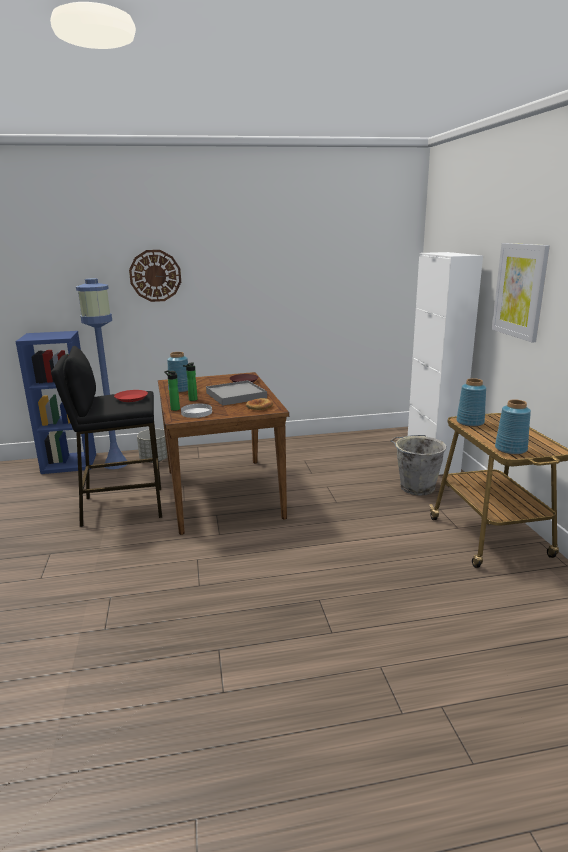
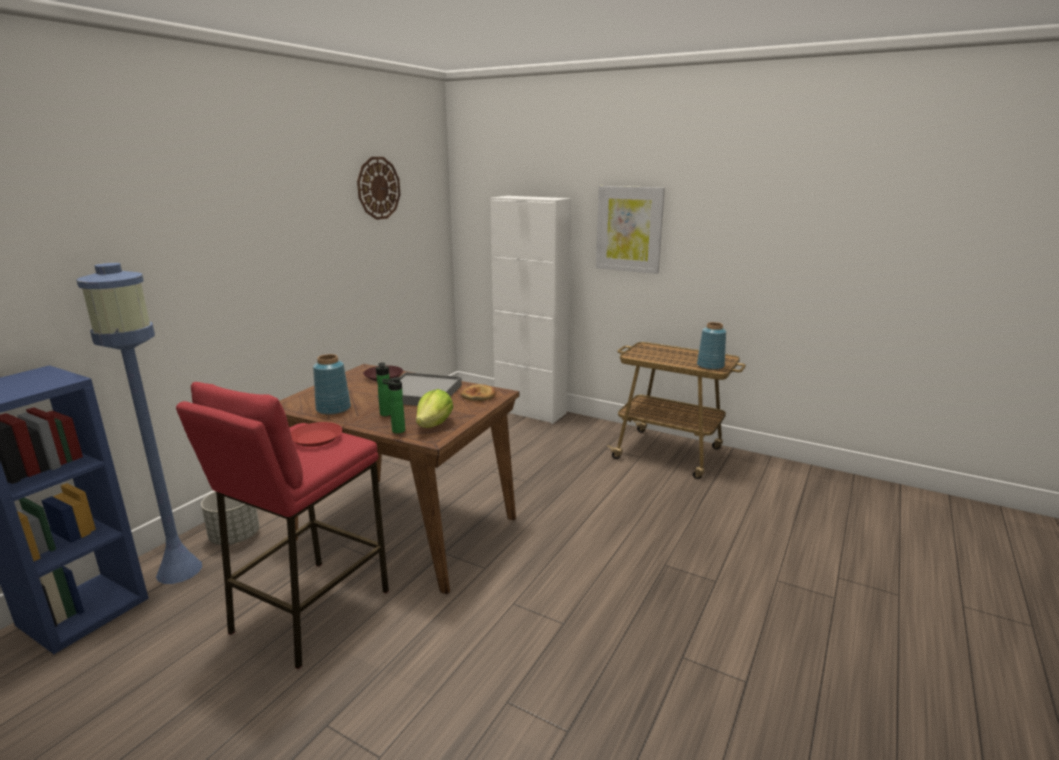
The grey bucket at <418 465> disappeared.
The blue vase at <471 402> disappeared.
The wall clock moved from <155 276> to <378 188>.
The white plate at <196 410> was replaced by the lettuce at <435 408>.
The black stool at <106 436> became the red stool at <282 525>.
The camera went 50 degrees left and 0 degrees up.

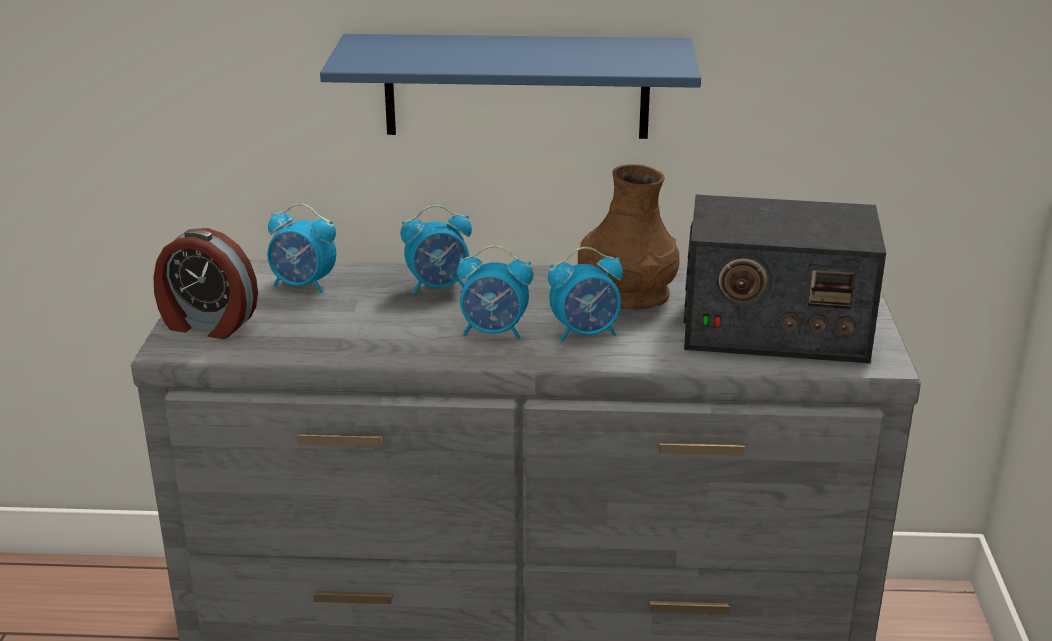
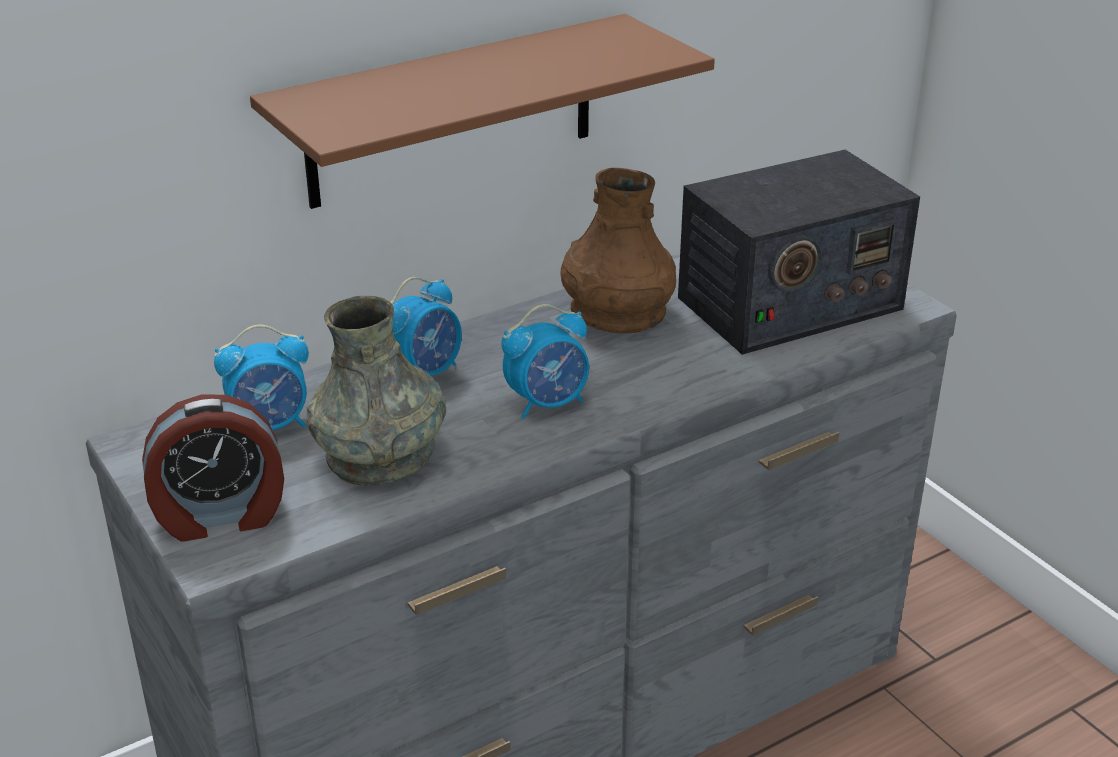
The alarm clock at <585 295> disappeared.
The grey vase at <376 391> appeared.
The blue shelf at <510 86> became the brown shelf at <482 111>.
The camera went 35 degrees left and 5 degrees up.

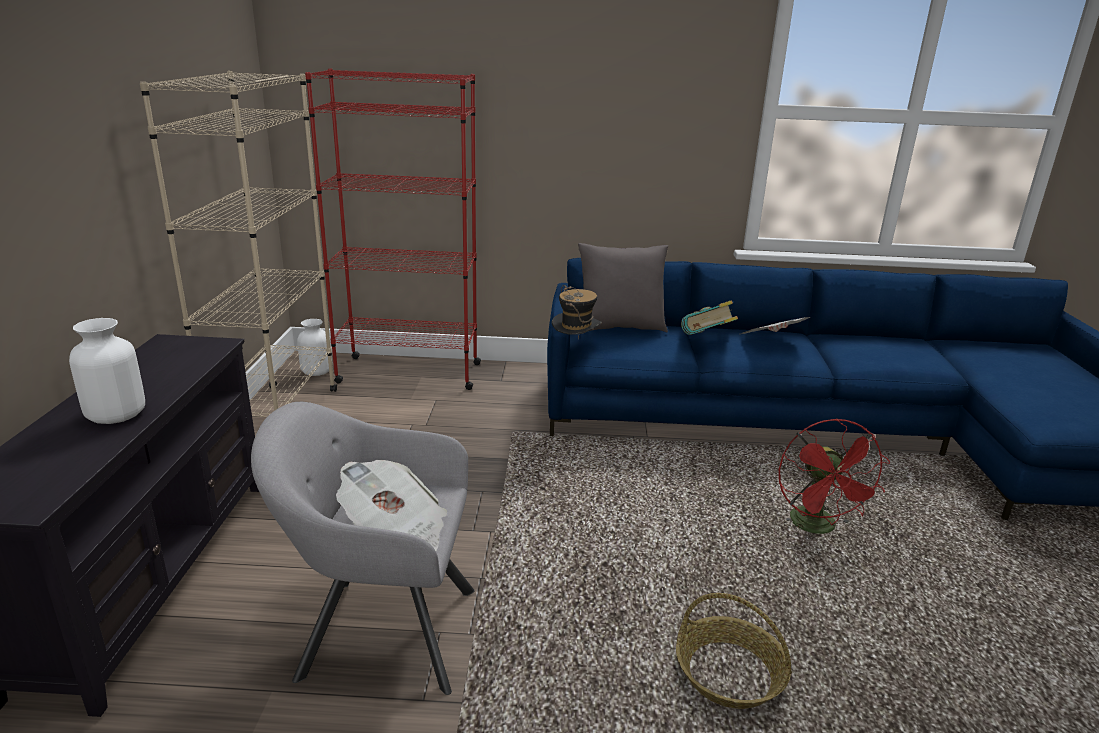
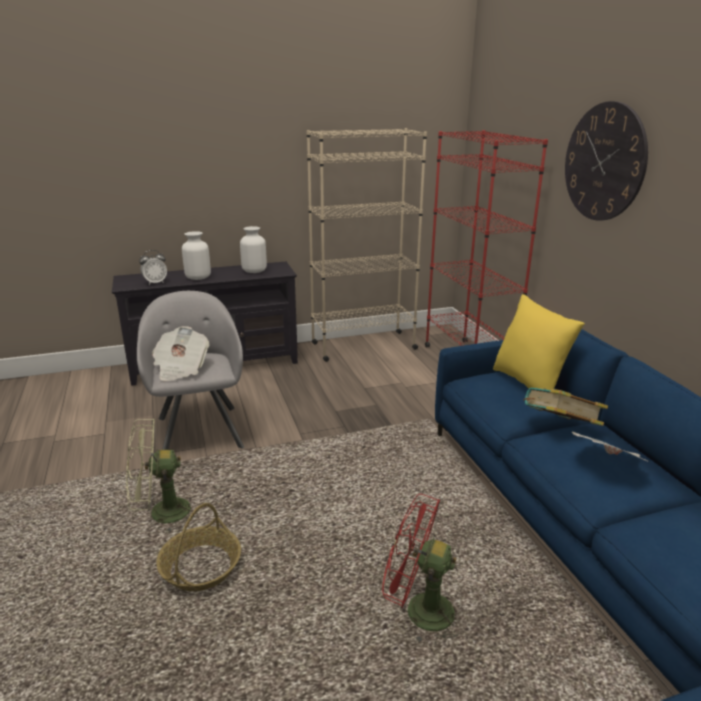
The hat at <577 312> disappeared.
The green fan at <162 475> appeared.
The alarm clock at <153 267> appeared.
The wall clock at <606 161> appeared.
The white vase moved from <314 347> to <253 249>.
The grey pillow at <623 287> became the yellow pillow at <539 342>.
The red fan at <834 476> turned 45 degrees clockwise.
The camera went 70 degrees right and 0 degrees up.

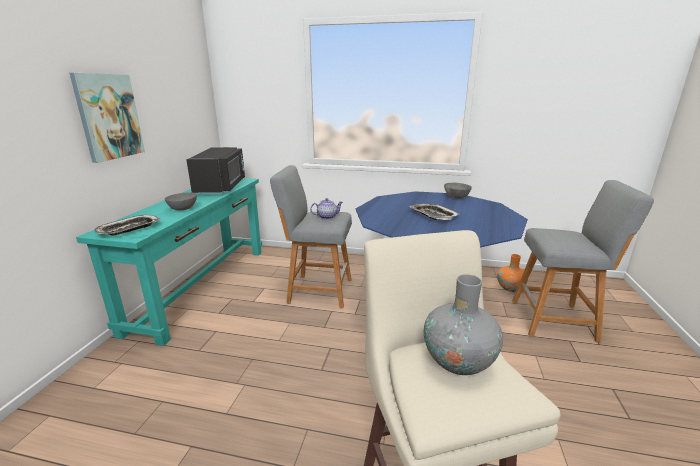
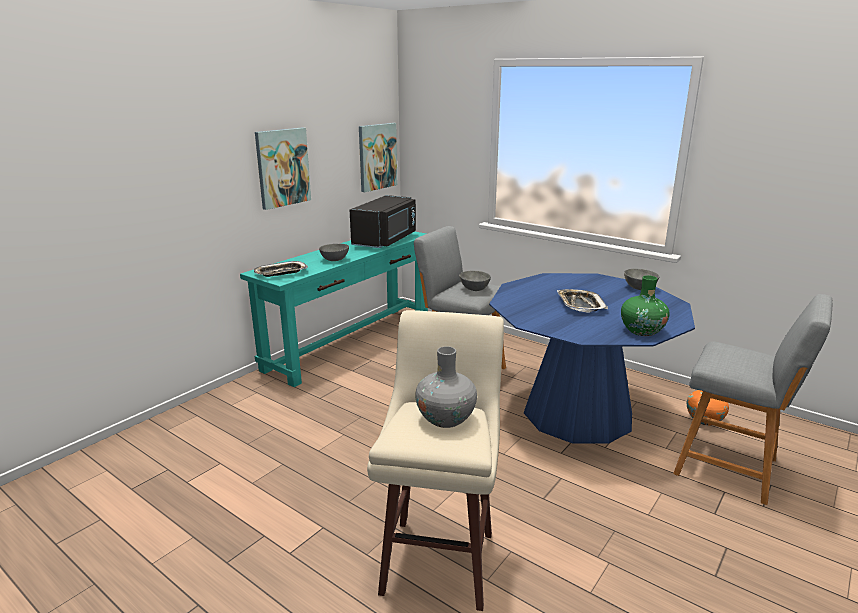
The picture at <378 157> appeared.
The green vase at <645 305> appeared.
The teapot at <326 208> was replaced by the grey bowl at <475 281>.
The camera went 25 degrees right and 0 degrees up.

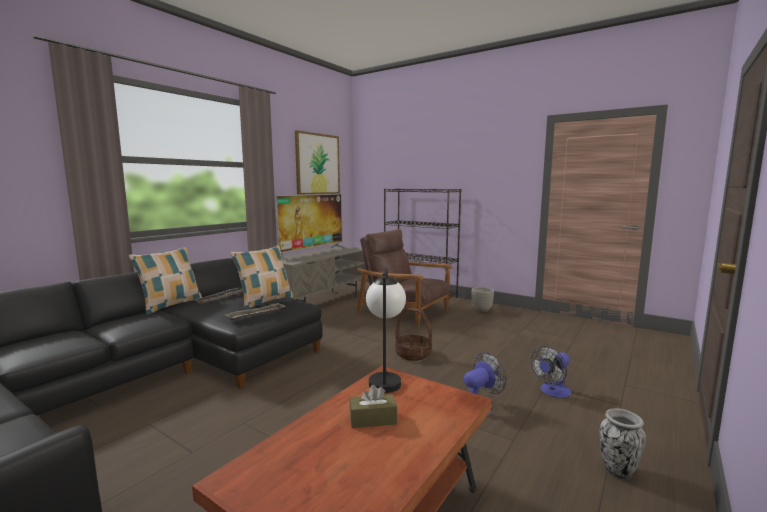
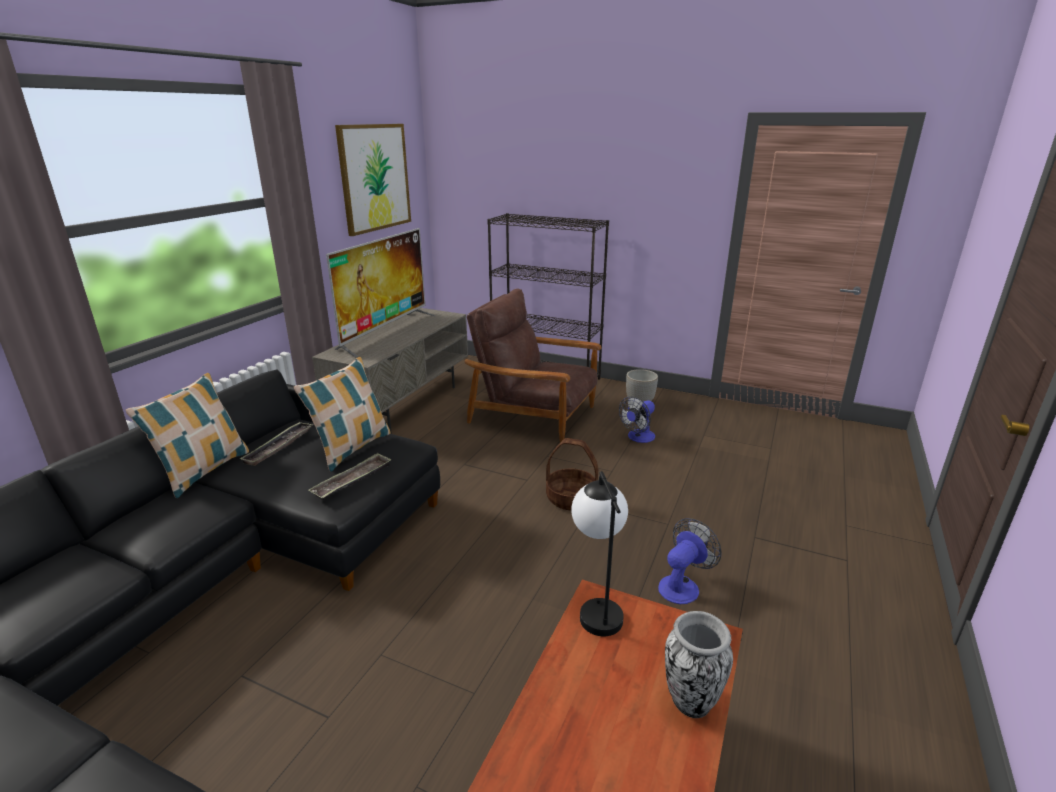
The brown tissue box at <373 406> disappeared.
The fan moved from <551 372> to <637 419>.
The vase moved from <623 444> to <699 664>.
The camera went 10 degrees left and 15 degrees up.

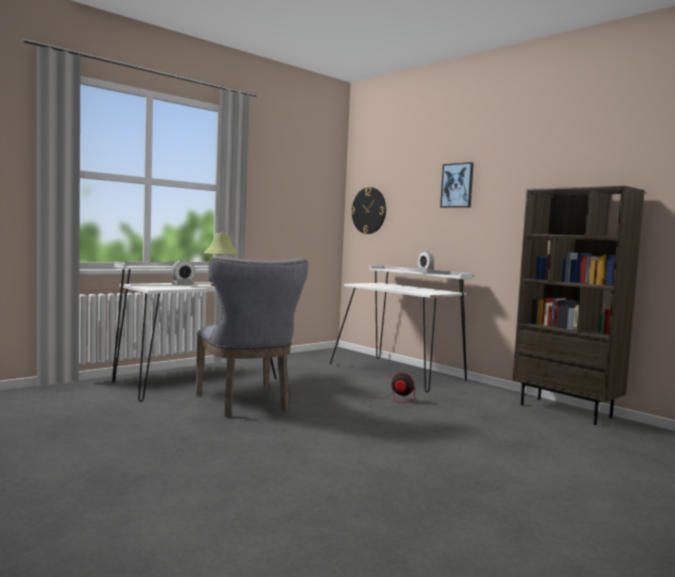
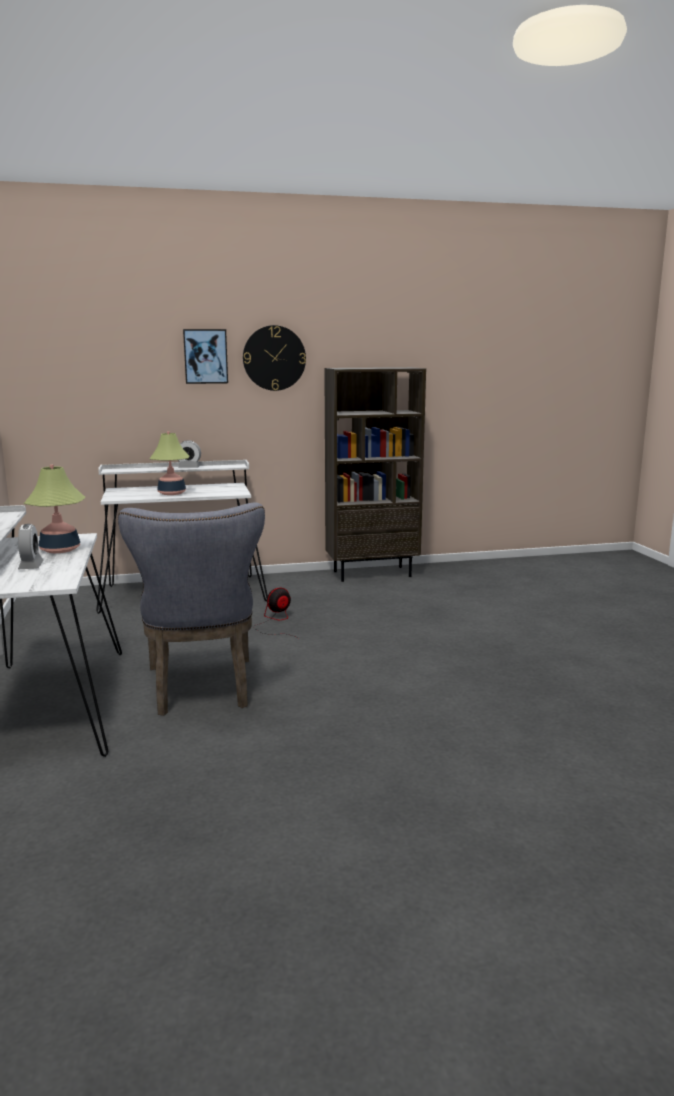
The table lamp at <169 463> appeared.
The wall clock moved from <368 210> to <274 358>.
The grey chair at <252 336> turned 75 degrees clockwise.
The camera went 60 degrees left and 10 degrees up.

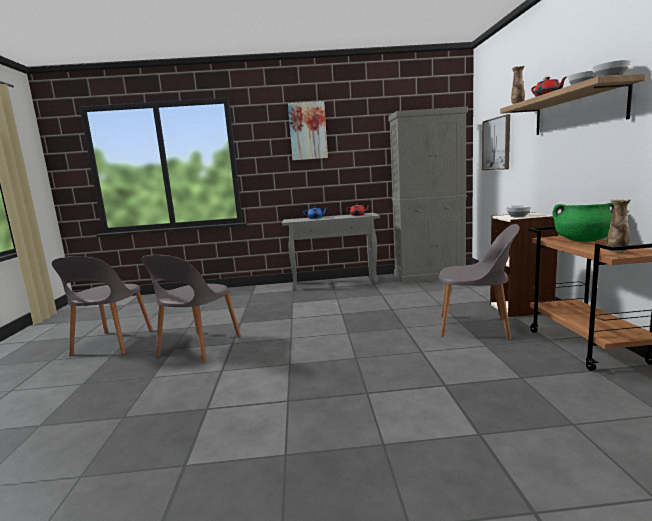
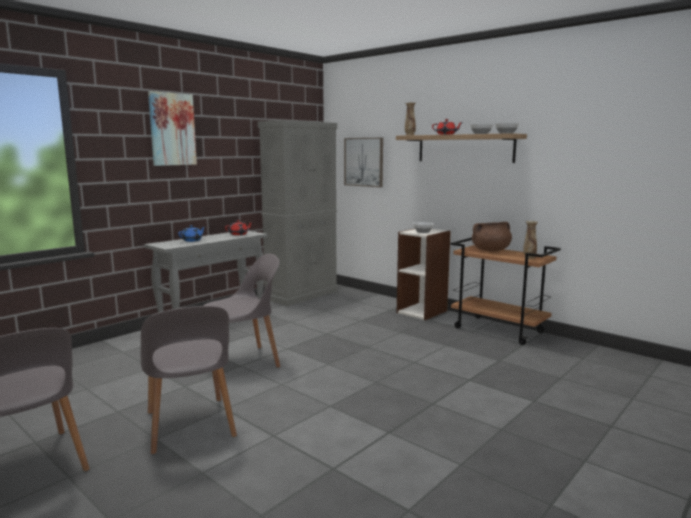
The grey chair moved from <479 282> to <241 311>.
The green cooking pot at <582 222> became the brown cooking pot at <492 236>.
The camera went 45 degrees left and 0 degrees up.

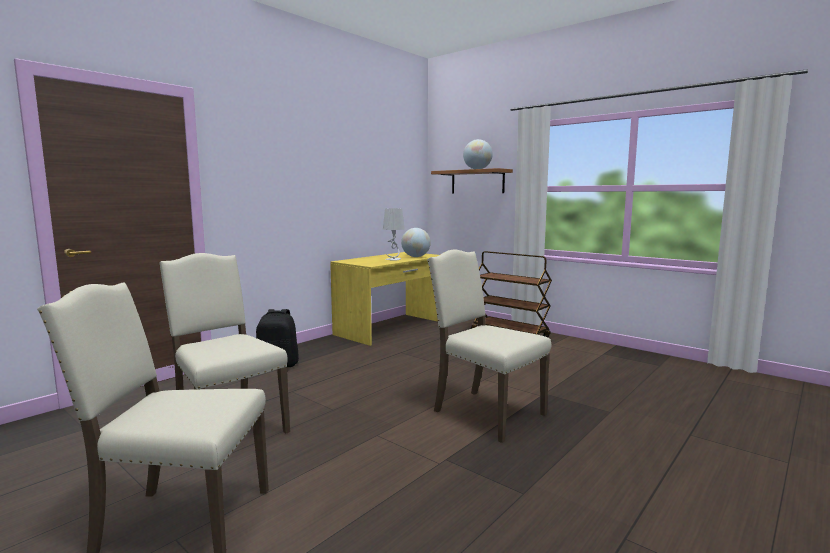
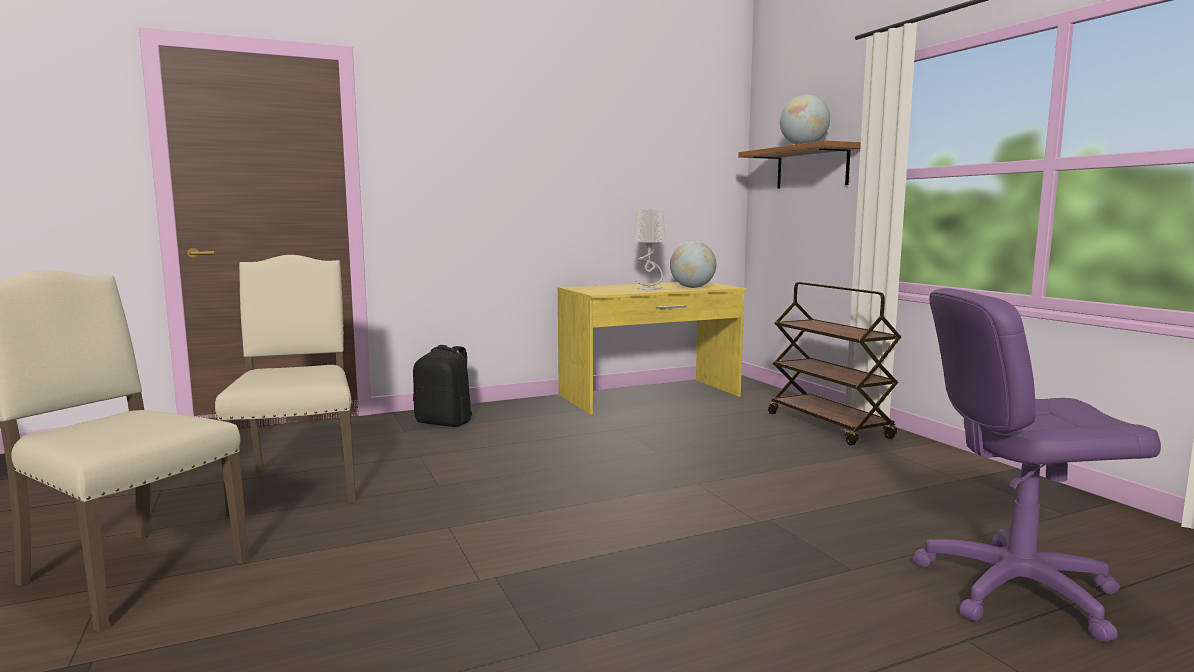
The beige chair at <489 346> disappeared.
The purple office chair at <1037 465> appeared.
The camera went 25 degrees right and 0 degrees up.

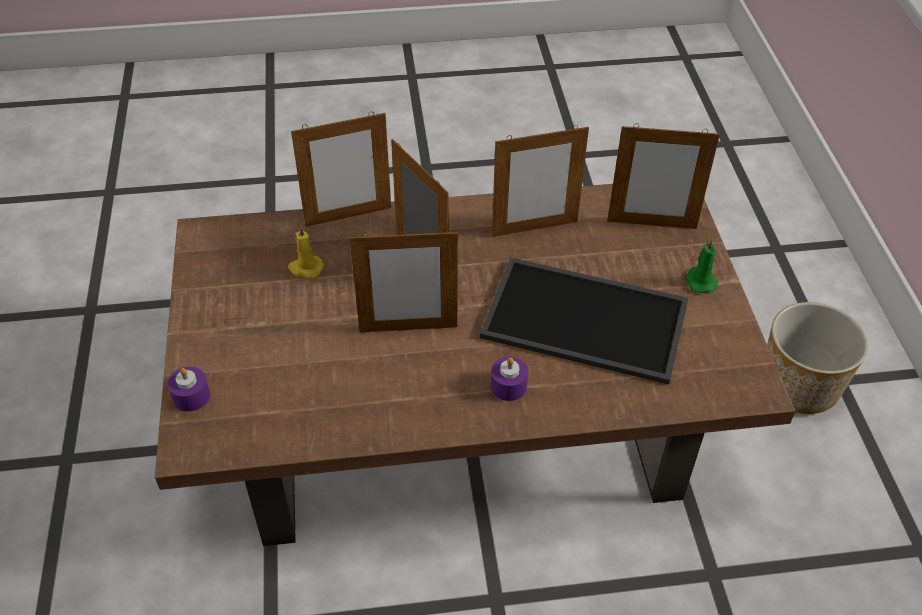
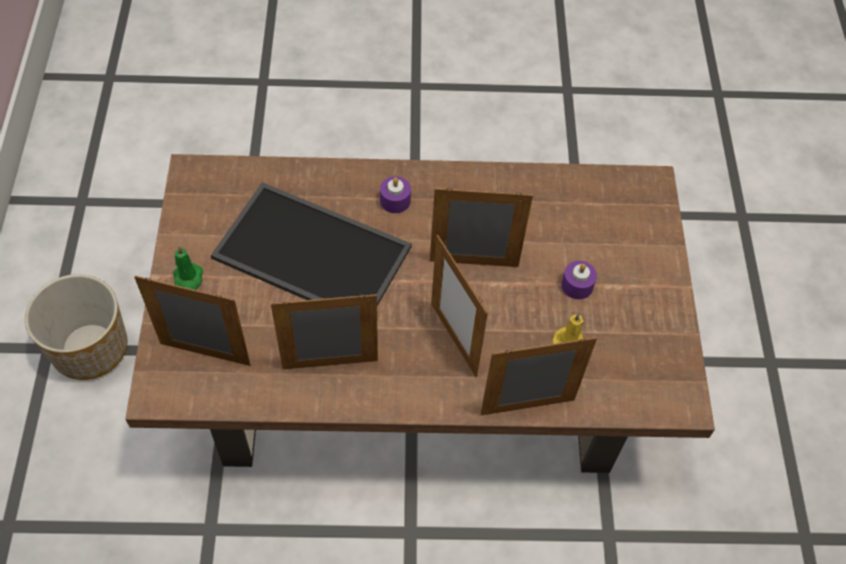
The purple candle moved from <188 389> to <579 280>.
The camera went 175 degrees left and 10 degrees up.

